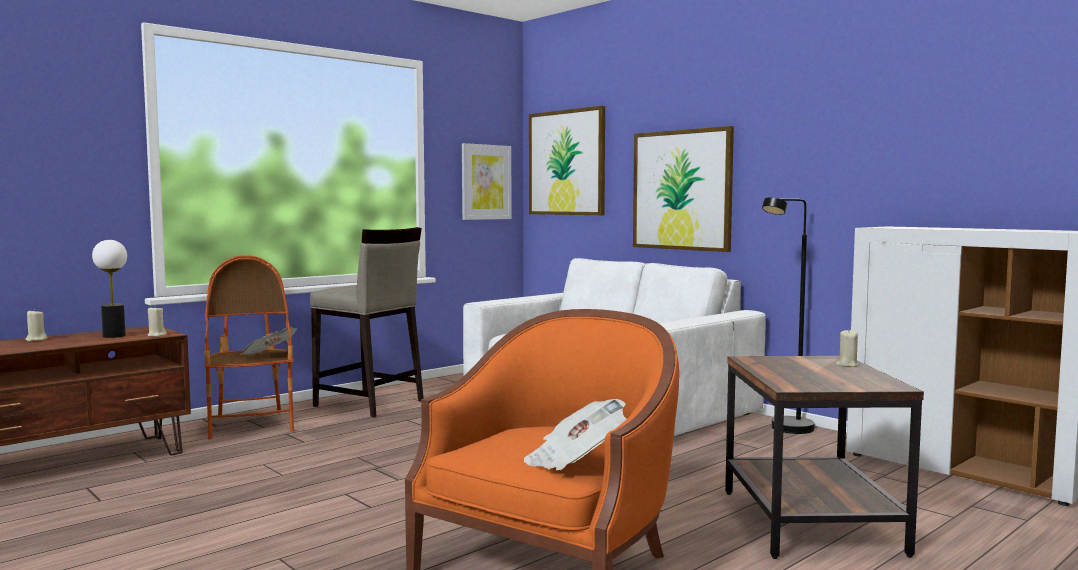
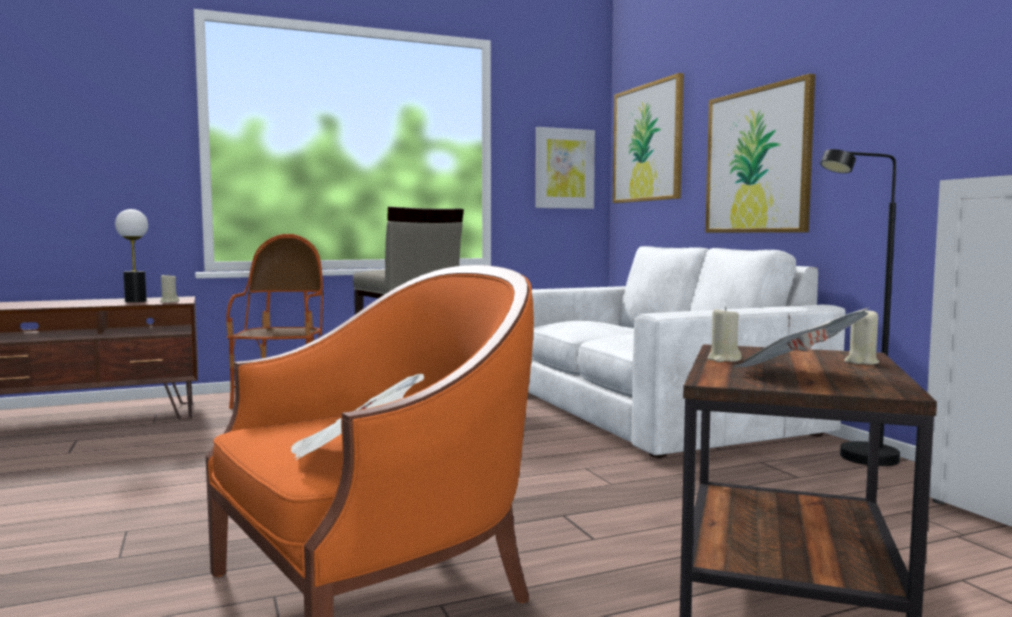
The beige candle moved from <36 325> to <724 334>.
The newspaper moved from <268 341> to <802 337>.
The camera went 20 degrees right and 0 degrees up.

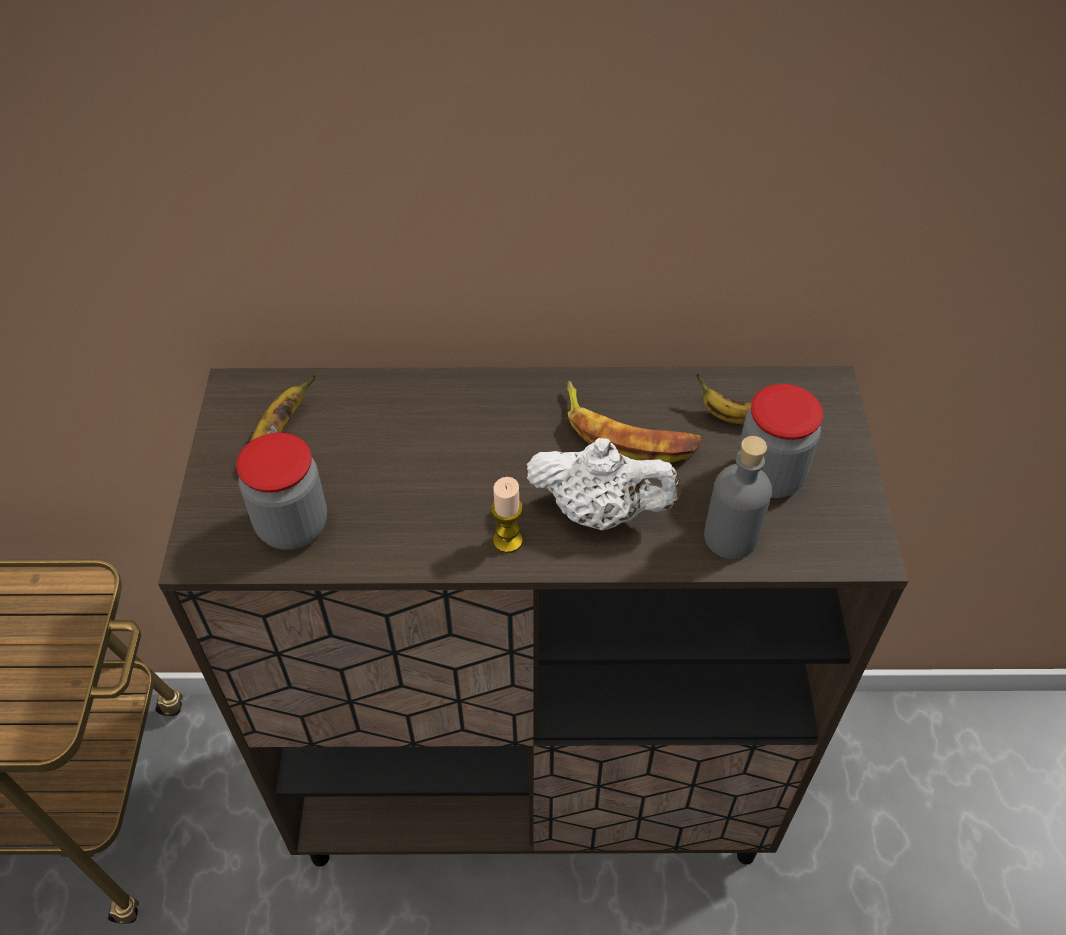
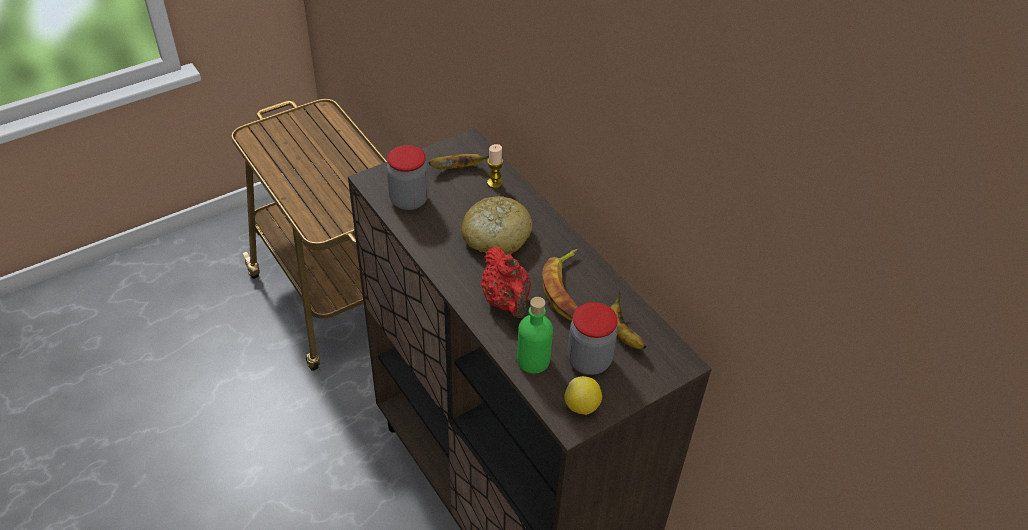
The bread at <497 225> appeared.
The lemon at <583 395> appeared.
The candle moved from <507 515> to <495 166>.
The white teapot at <604 484> became the red teapot at <506 282>.
The grey bottle at <738 497> became the green bottle at <535 335>.
The camera went 55 degrees right and 5 degrees down.

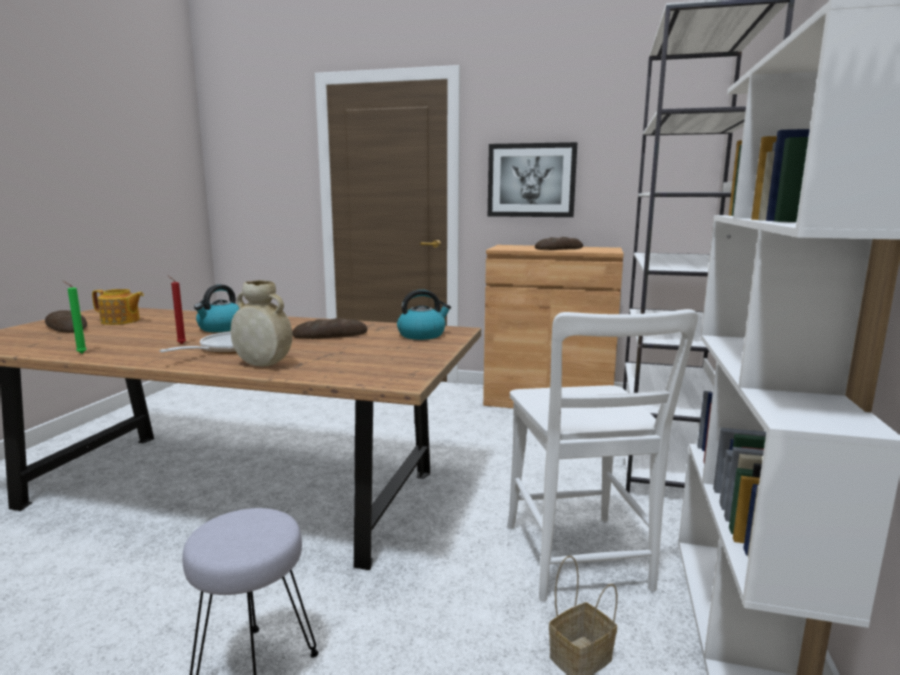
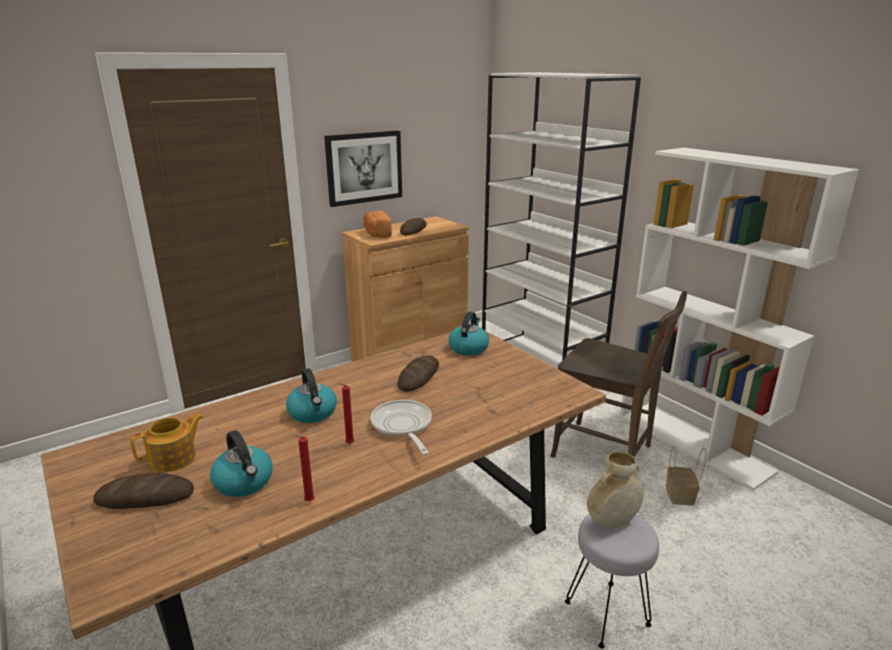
The kettle at <241 463> appeared.
The bread at <377 224> appeared.
The beige vase moved from <261 323> to <615 490>.
The green candle at <75 317> became the red candle at <305 469>.
The white chair at <602 455> became the brown chair at <618 374>.
The camera went 50 degrees left and 10 degrees up.

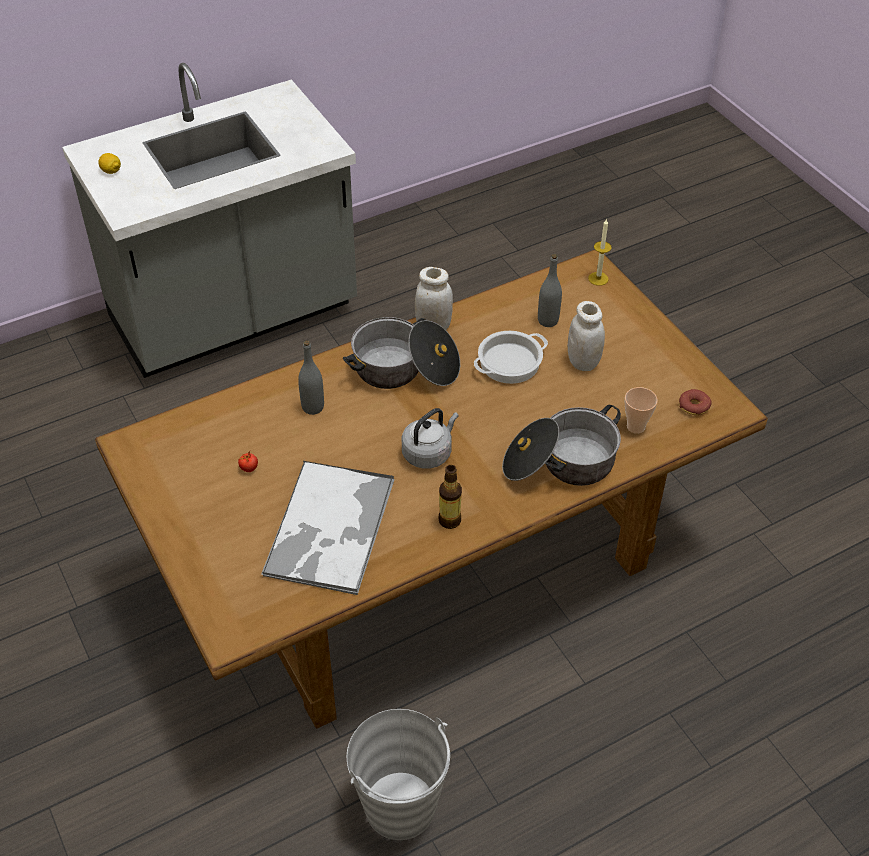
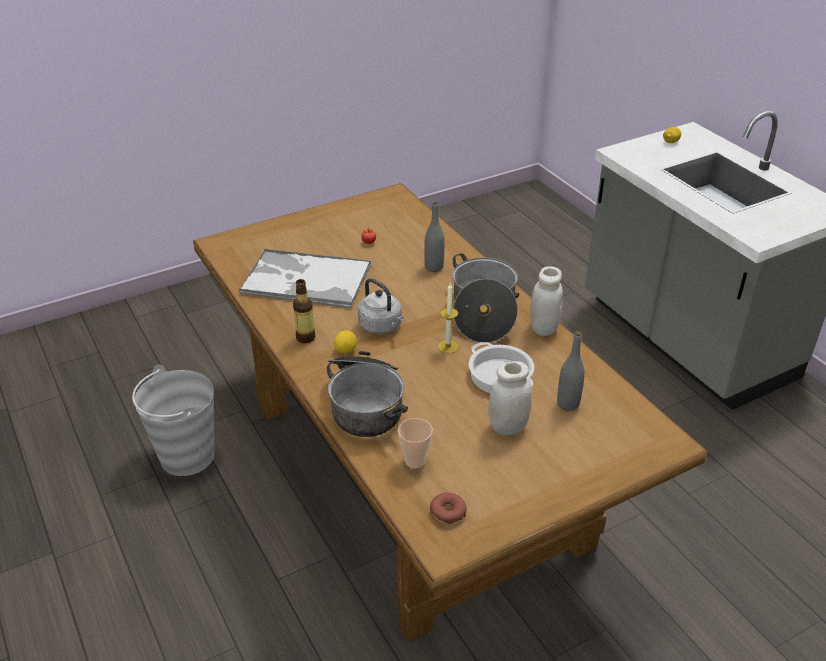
The lemon at <345 342> appeared.
The candle moved from <600 252> to <448 318>.
The camera went 90 degrees right and 10 degrees down.

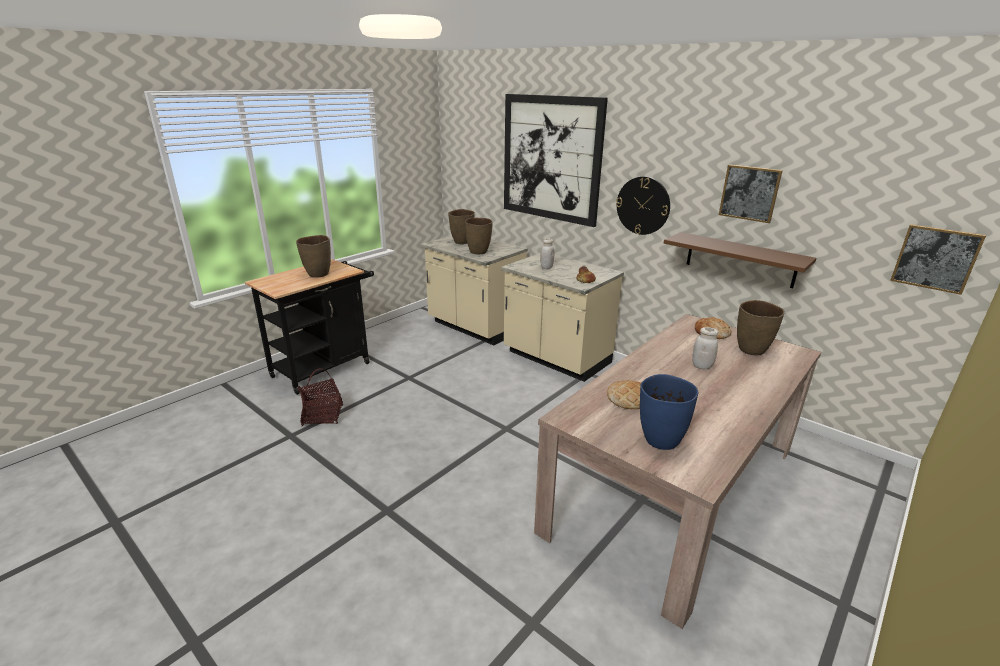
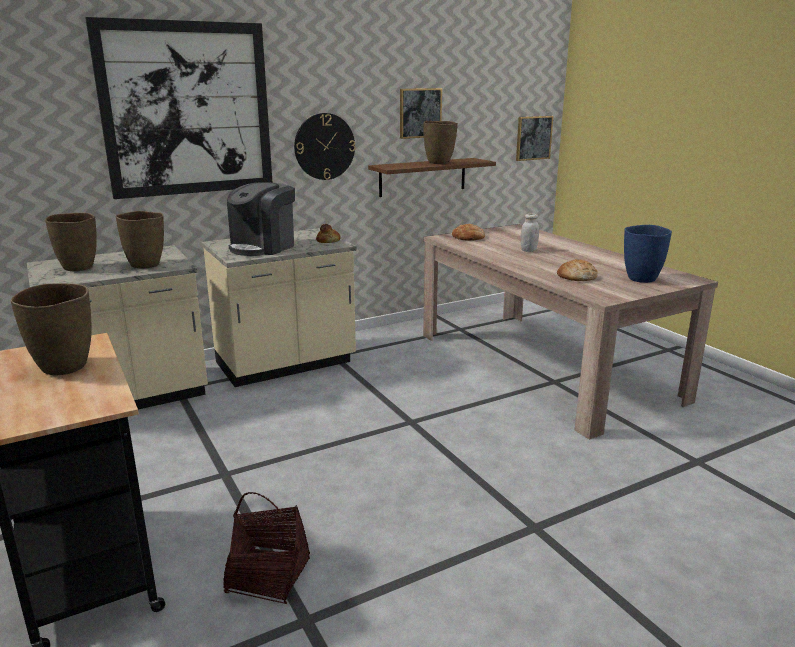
The brown vase moved from <761 328> to <440 142>.
The white jar at <547 254> was replaced by the coffee machine at <261 219>.
The camera went 70 degrees left and 5 degrees down.

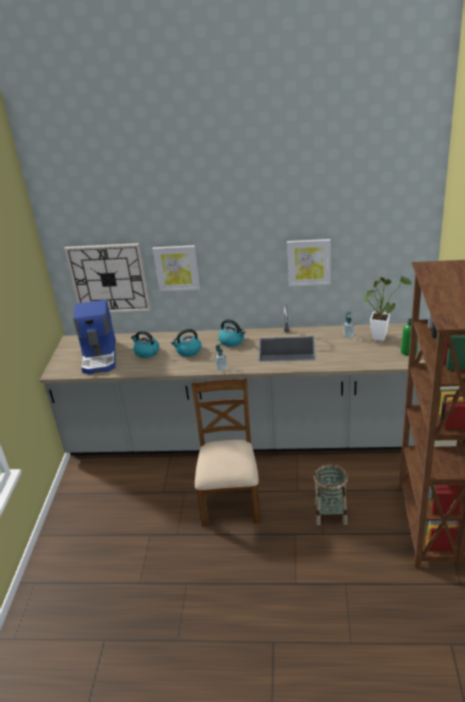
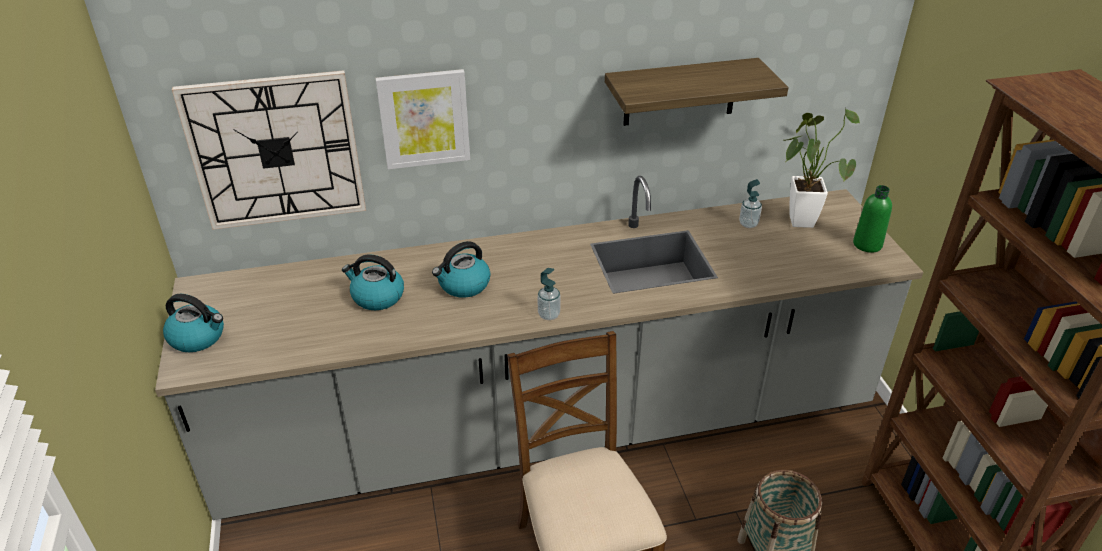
The coffee machine at <94 337> disappeared.
The kettle moved from <231 333> to <193 323>.
The picture at <309 262> was replaced by the shelf at <697 92>.
The camera went 20 degrees left and 5 degrees up.

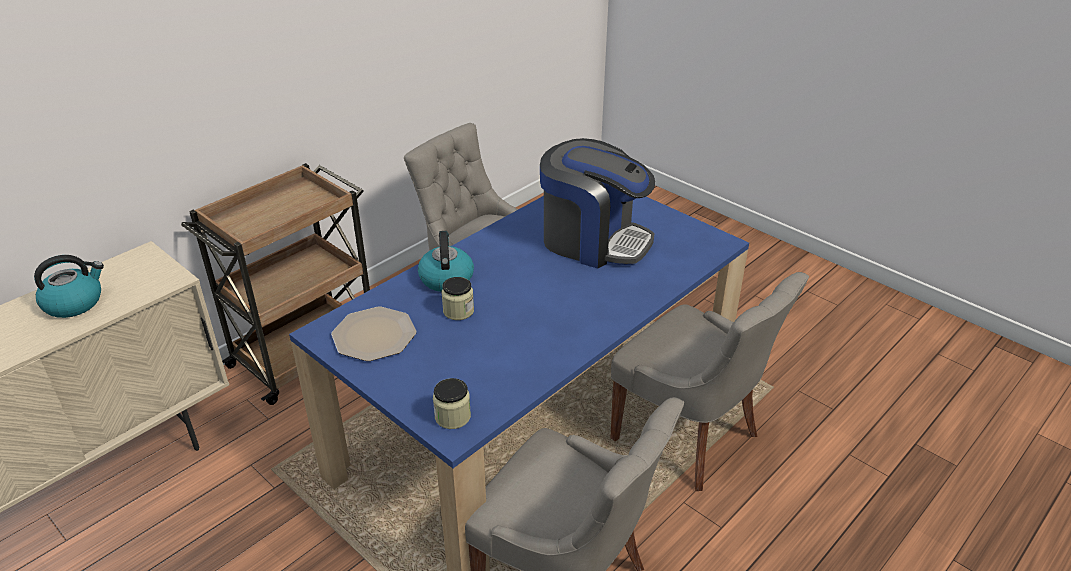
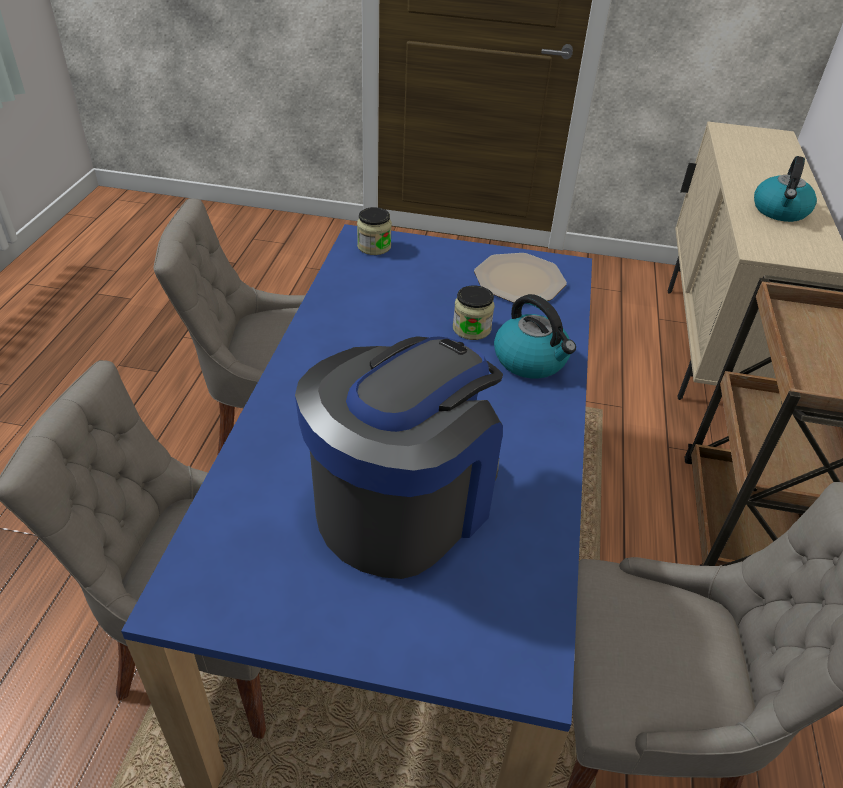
The coffee machine at <597 203> turned 135 degrees clockwise.
The camera went 145 degrees right and 5 degrees up.

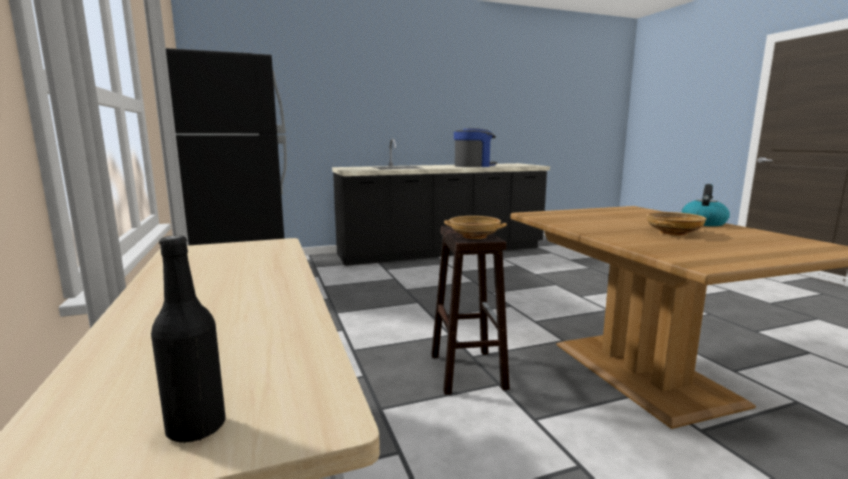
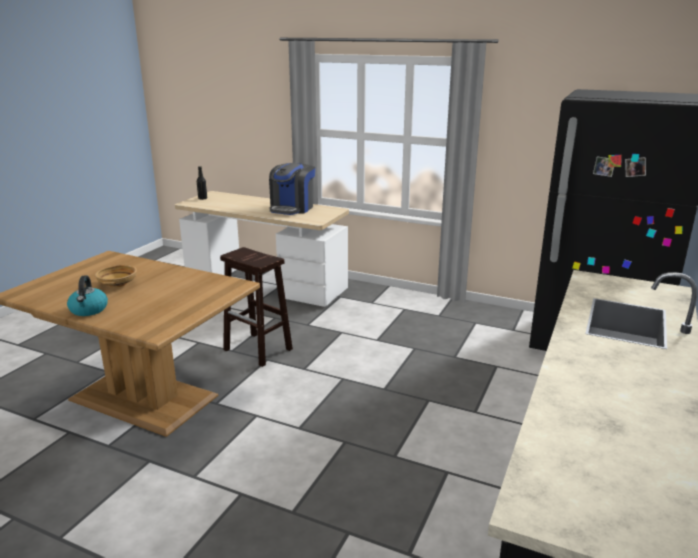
The beige bowl at <475 227> disappeared.
The coffee machine moved from <475 147> to <292 189>.
The camera went 135 degrees right and 10 degrees up.

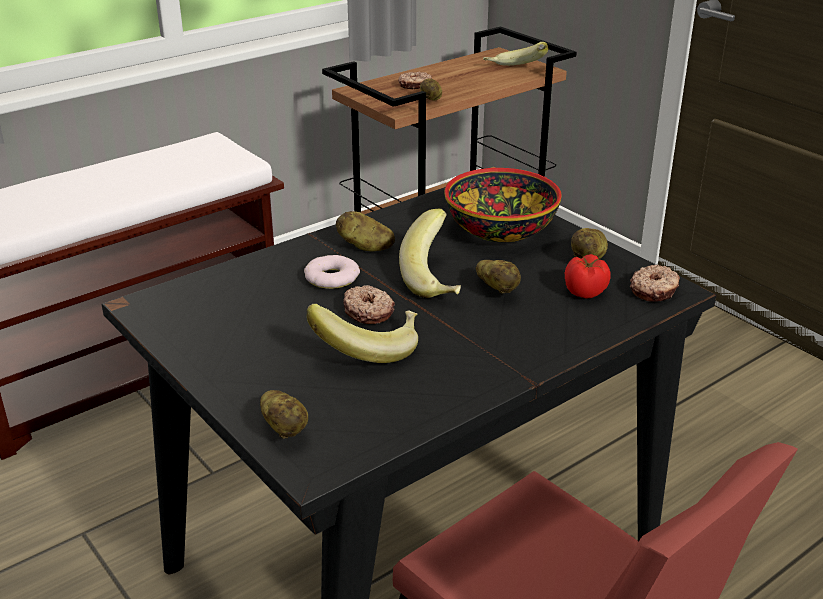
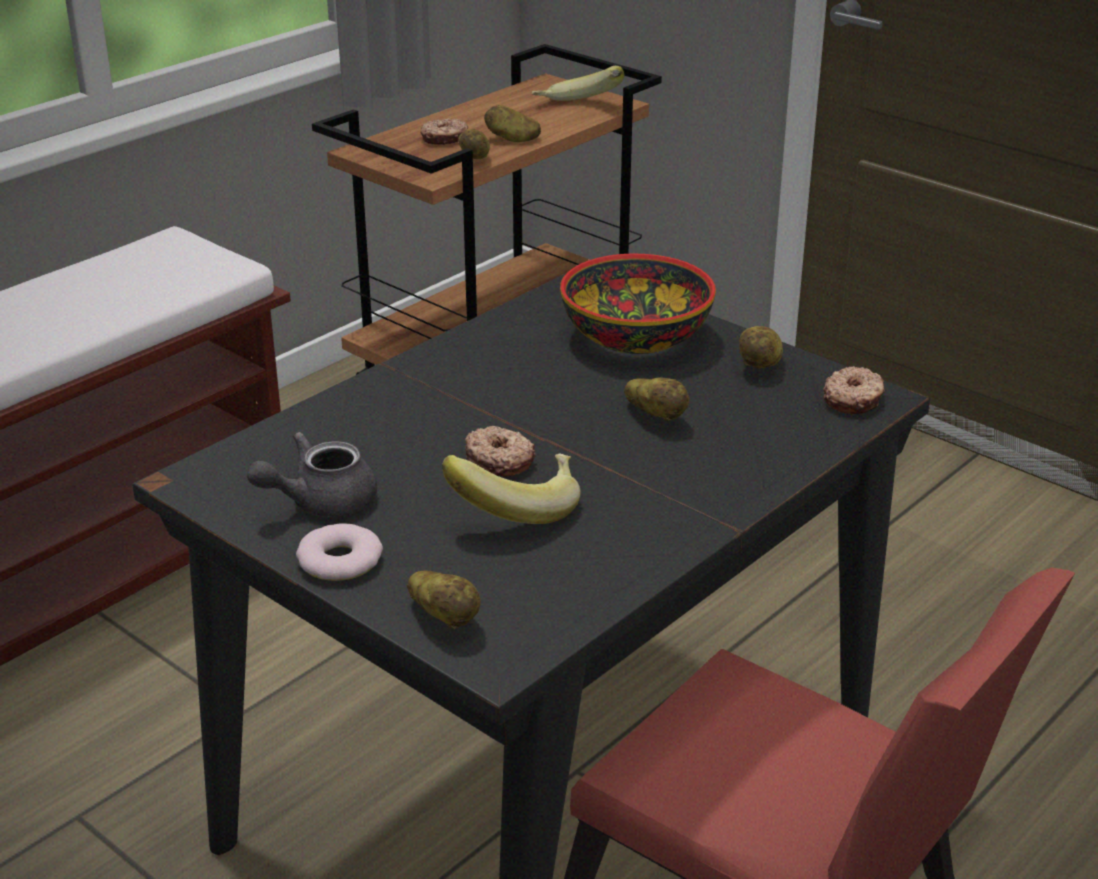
The banana at <430 253> disappeared.
The tomato at <588 276> disappeared.
The grey teapot at <312 474> appeared.
The donut moved from <332 272> to <339 552>.
The potato moved from <365 231> to <512 123>.
The camera went 10 degrees left and 0 degrees up.

